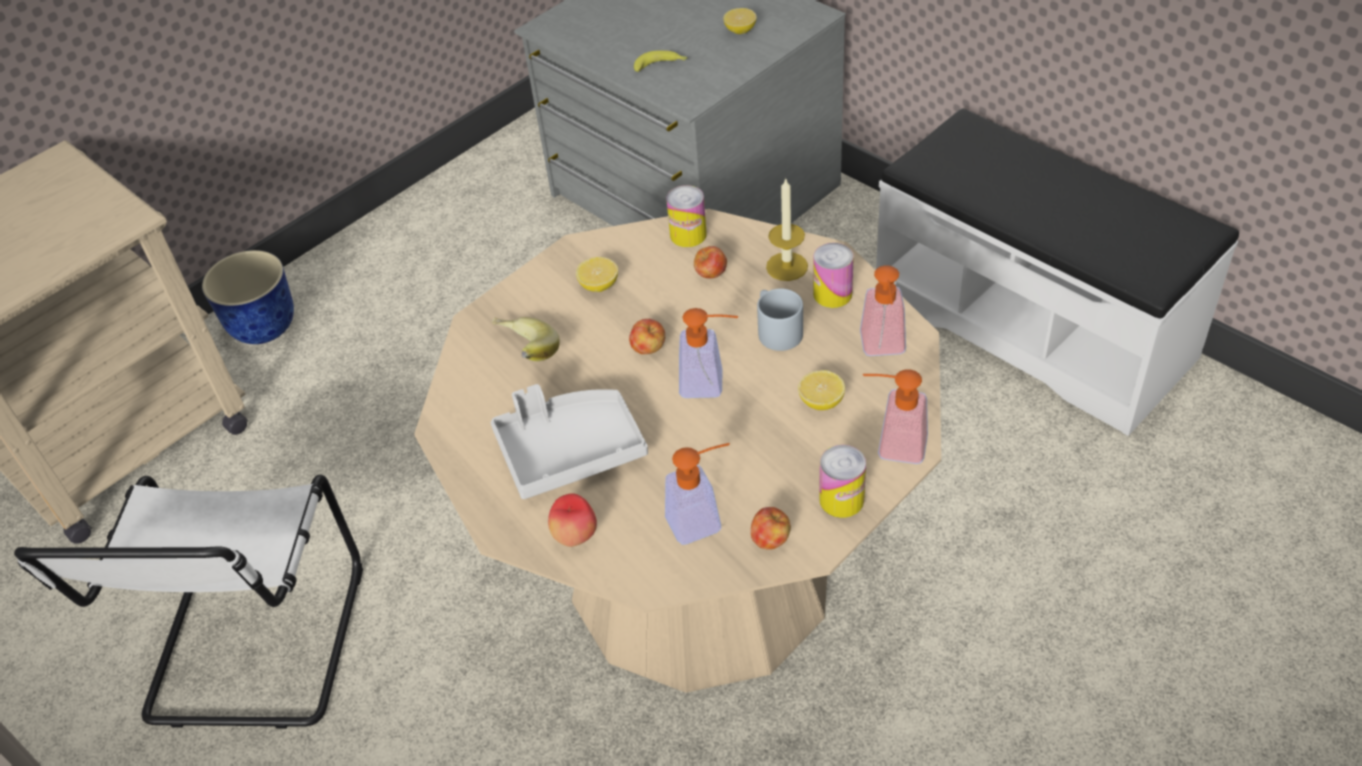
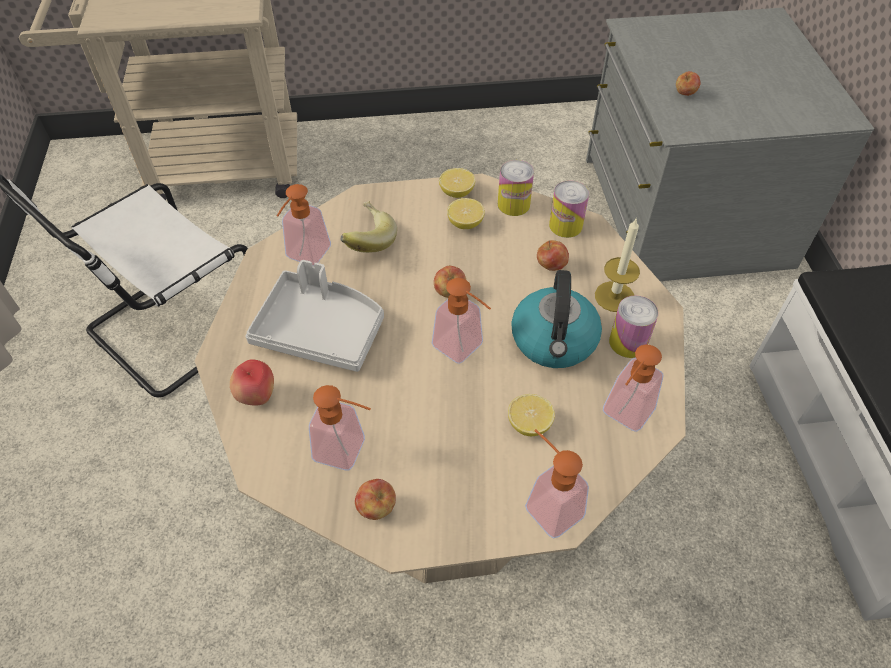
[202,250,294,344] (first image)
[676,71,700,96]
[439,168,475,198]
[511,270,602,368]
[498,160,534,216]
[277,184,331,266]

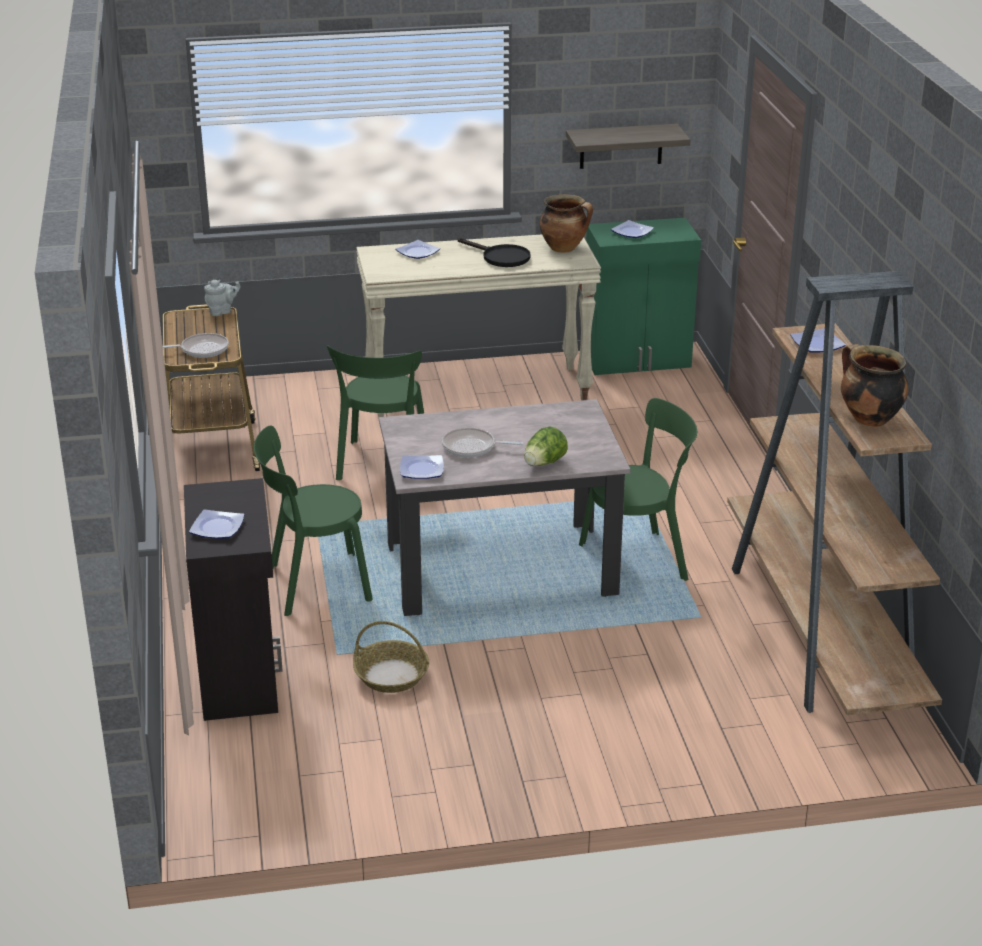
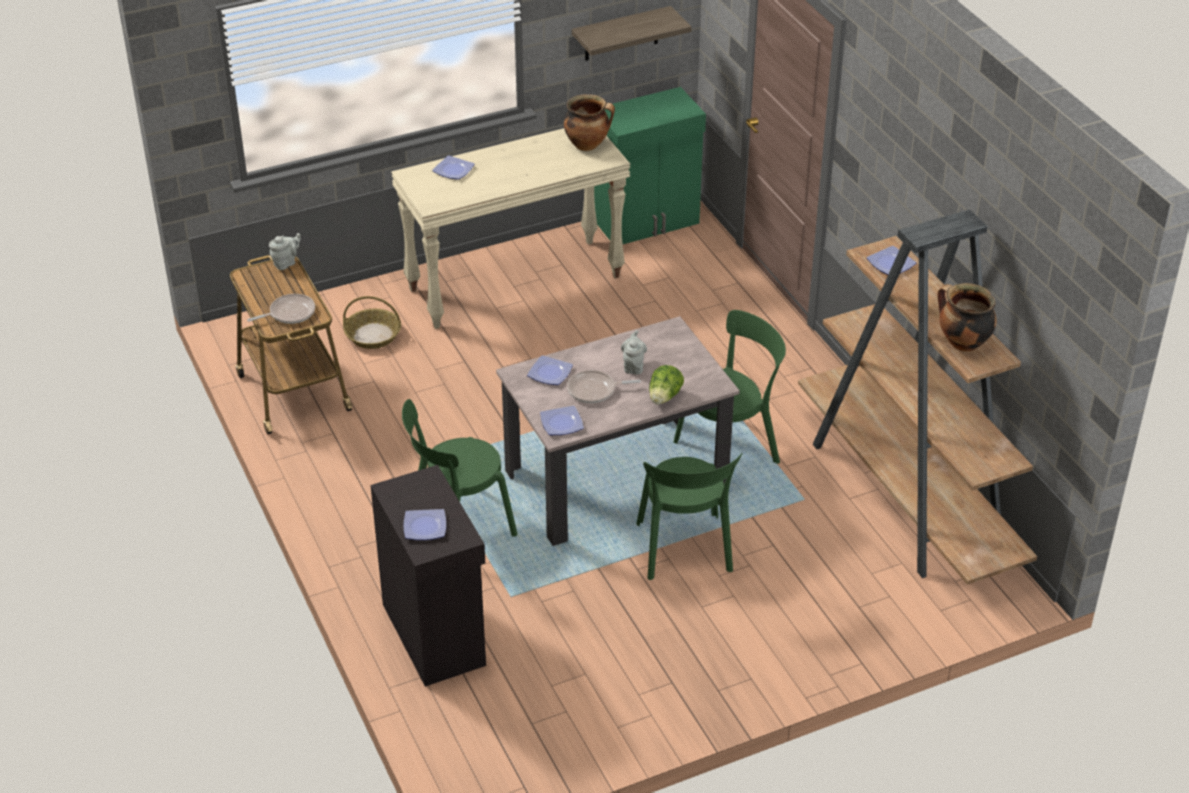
[636,453,743,580]
[343,296,401,349]
[458,238,531,267] (first image)
[527,355,573,385]
[621,330,647,374]

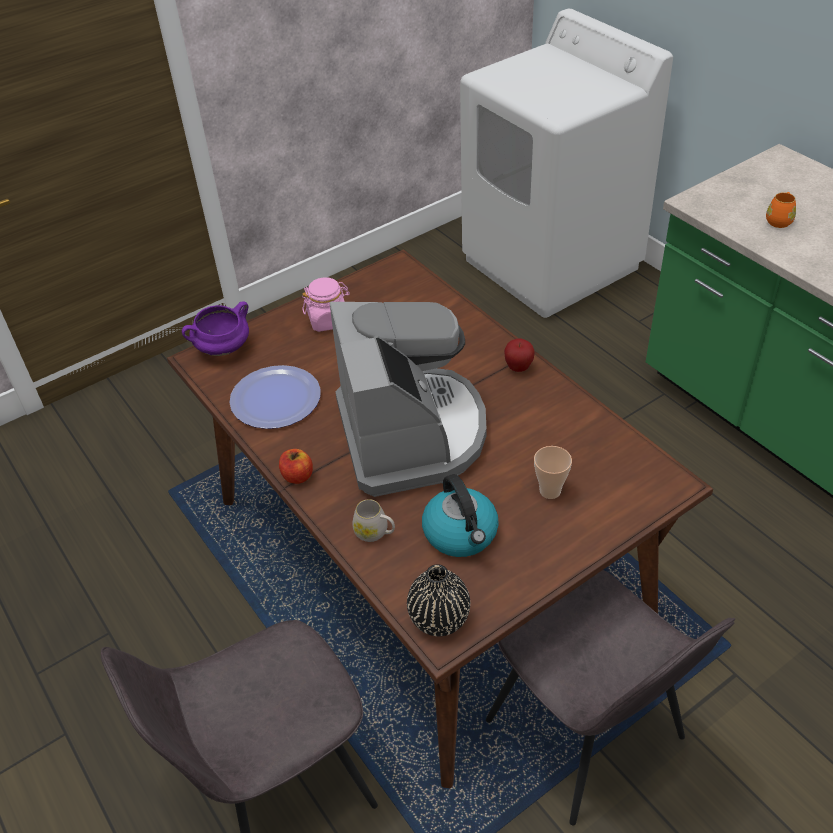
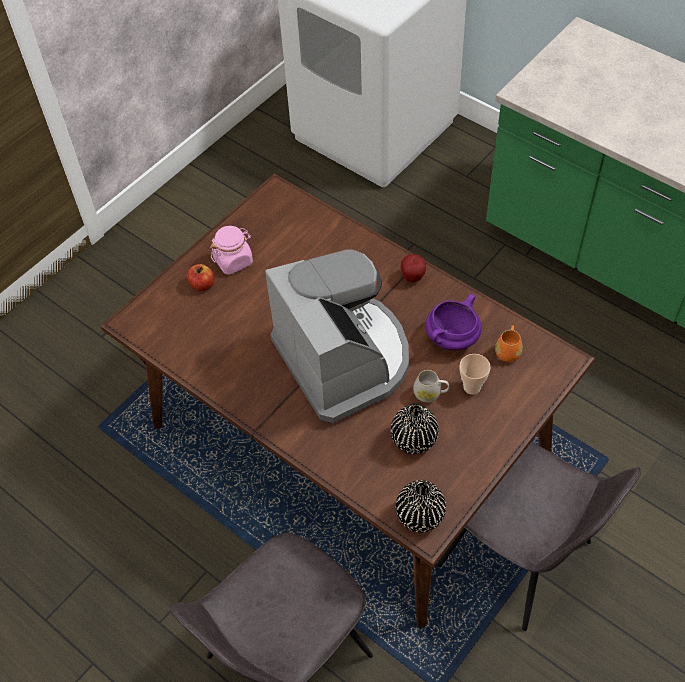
[425,294,482,350]
[229,365,321,429] (first image)
[187,264,214,291]
[413,370,449,402]
[391,403,439,454]
[495,325,523,362]

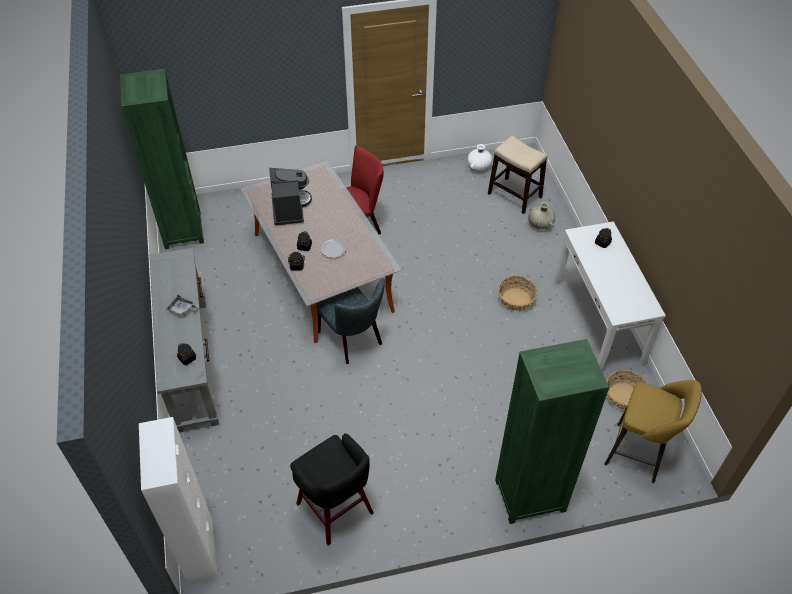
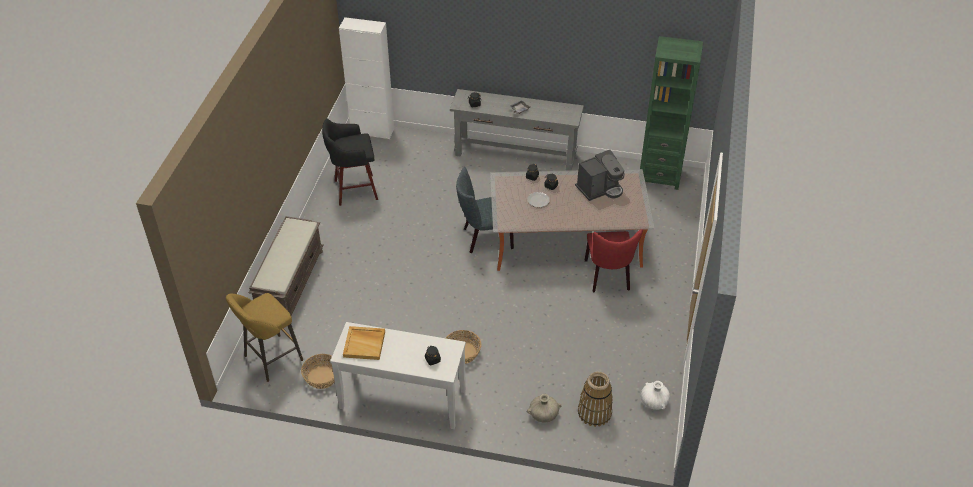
[575,150,625,201]
[578,372,613,427]
[249,216,324,316]
[343,326,385,360]

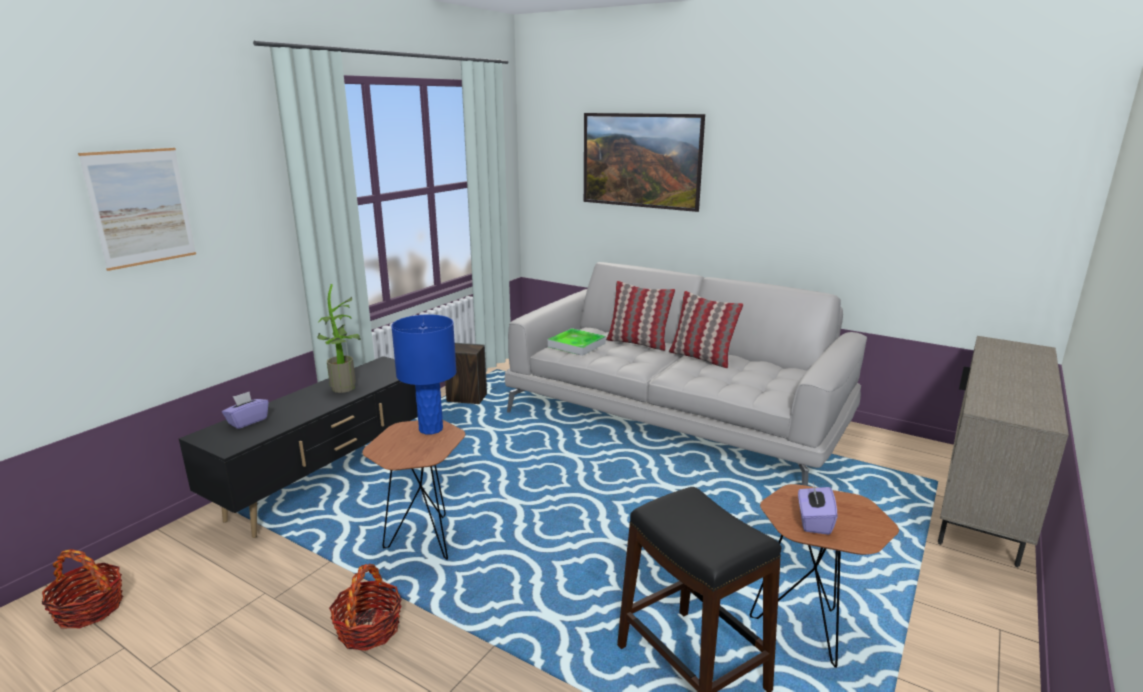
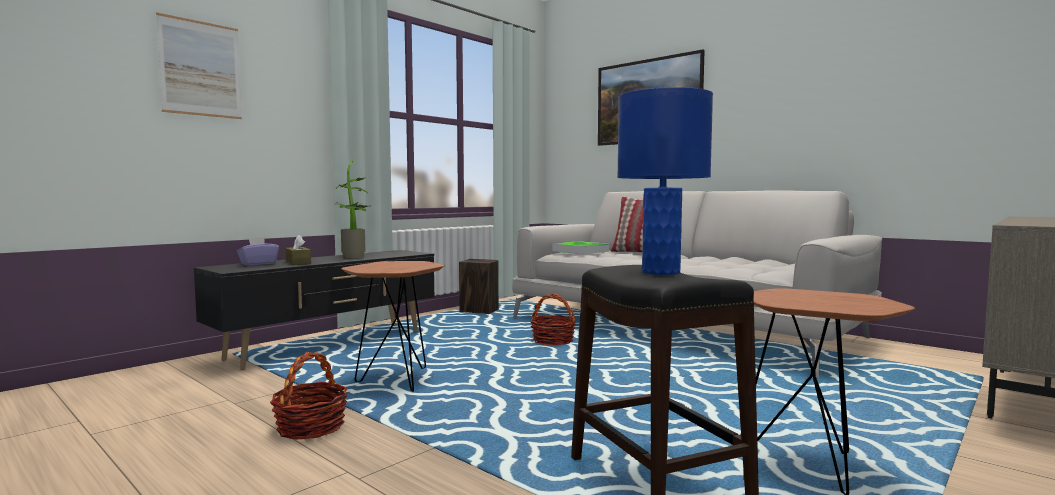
[530,293,576,345]
[617,87,713,275]
[669,291,743,368] (first image)
[798,482,837,535] (first image)
[286,235,311,265]

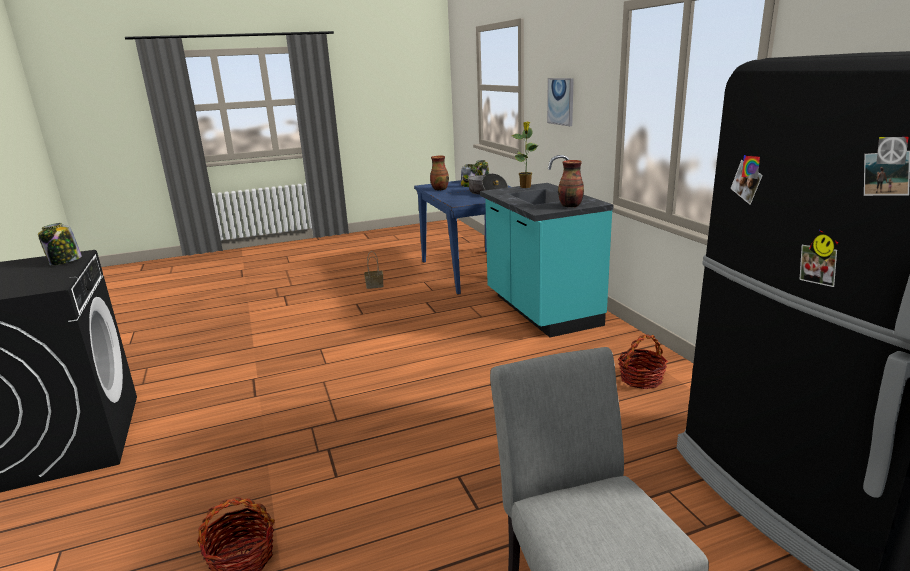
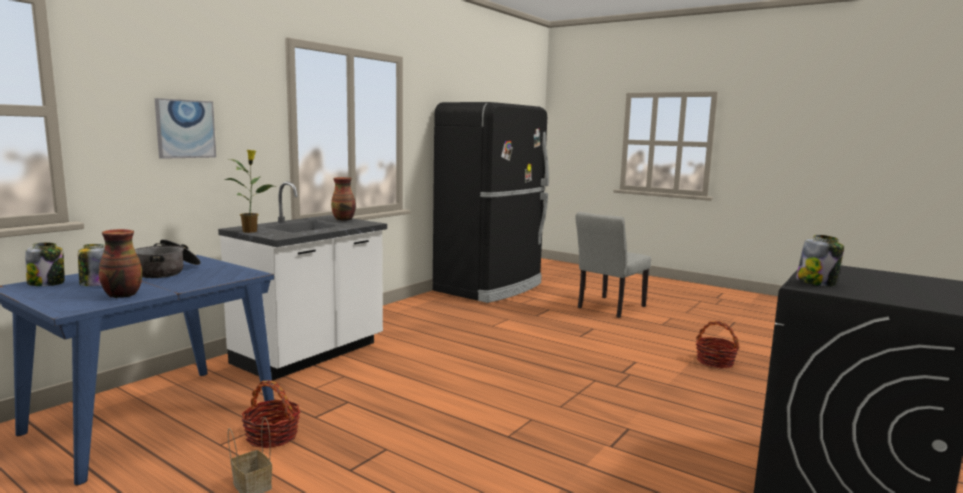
[218,182,387,381]
[241,380,300,448]

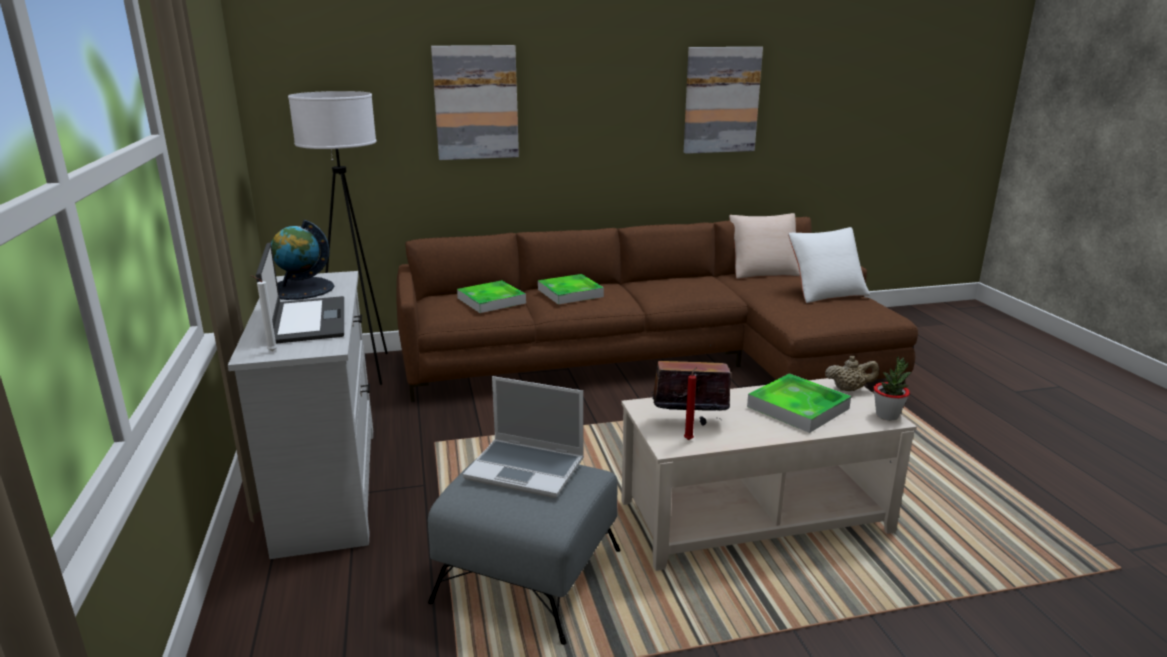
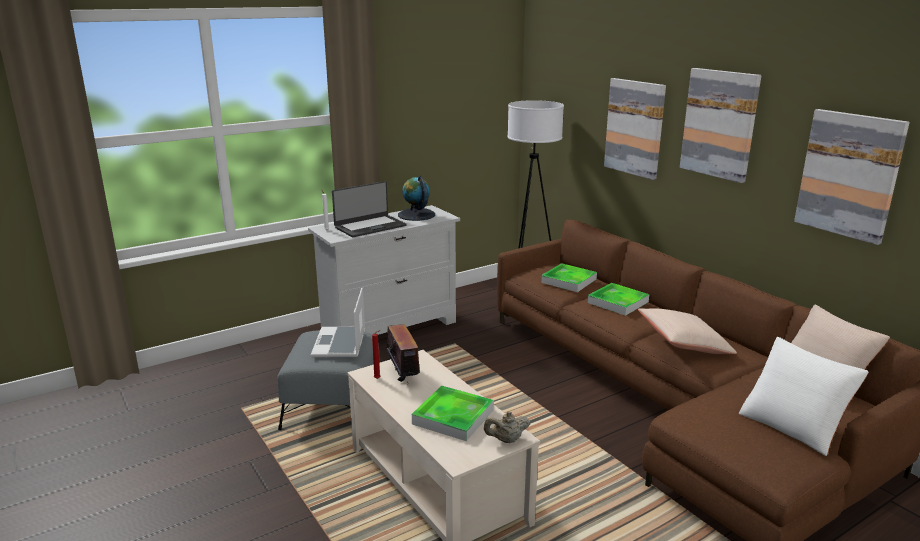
[484,411,530,443]
[873,357,912,420] (first image)
[638,308,737,354]
[680,68,761,183]

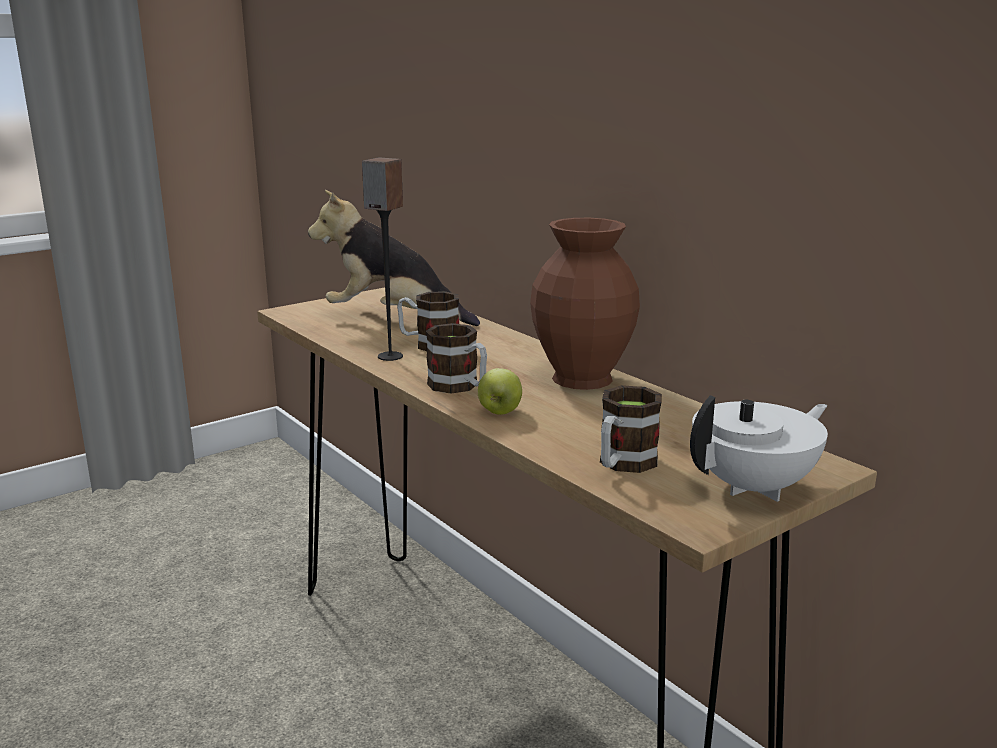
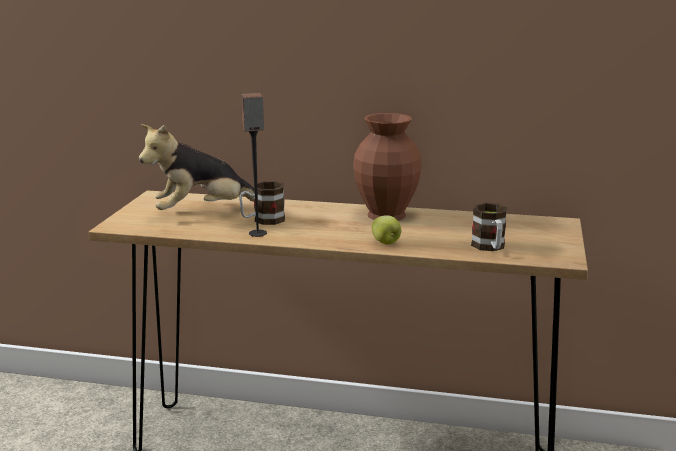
[426,323,487,394] (first image)
[690,395,828,502] (first image)

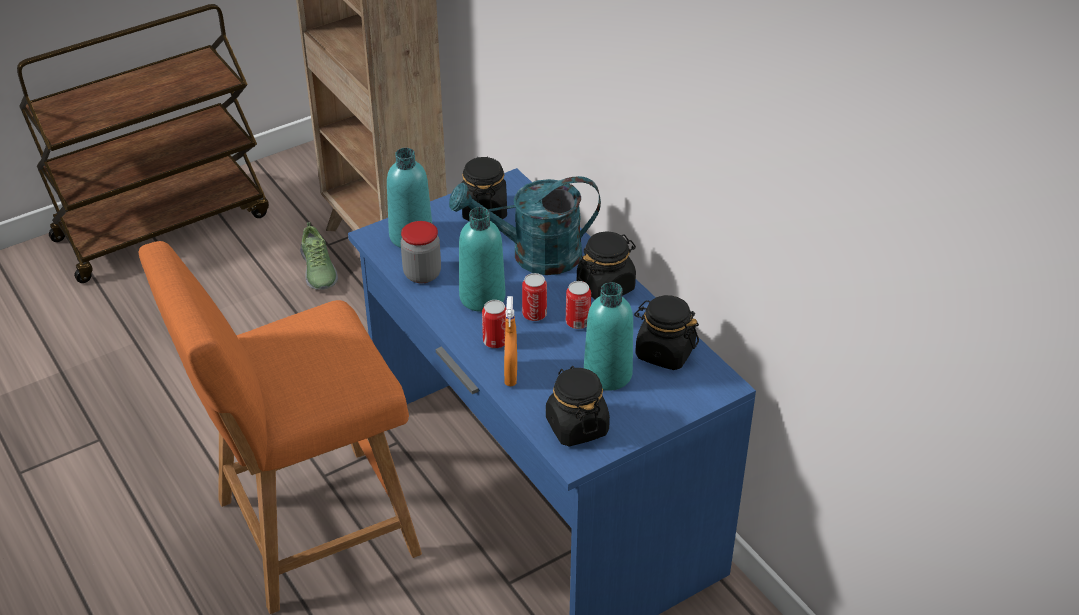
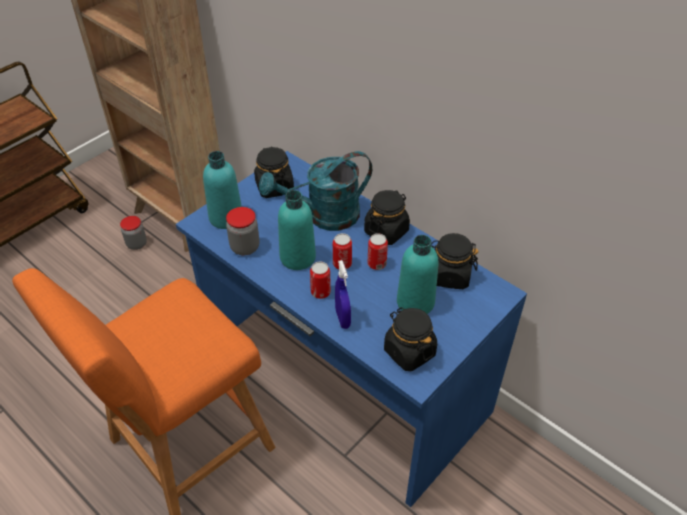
[120,216,147,250]
[335,260,351,329]

